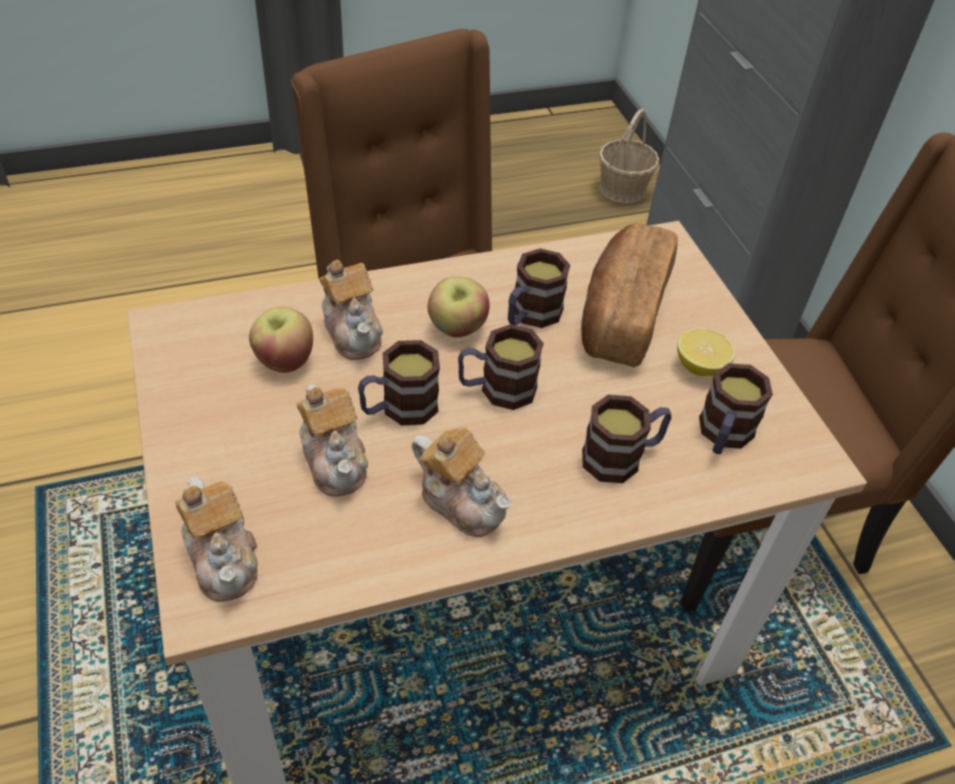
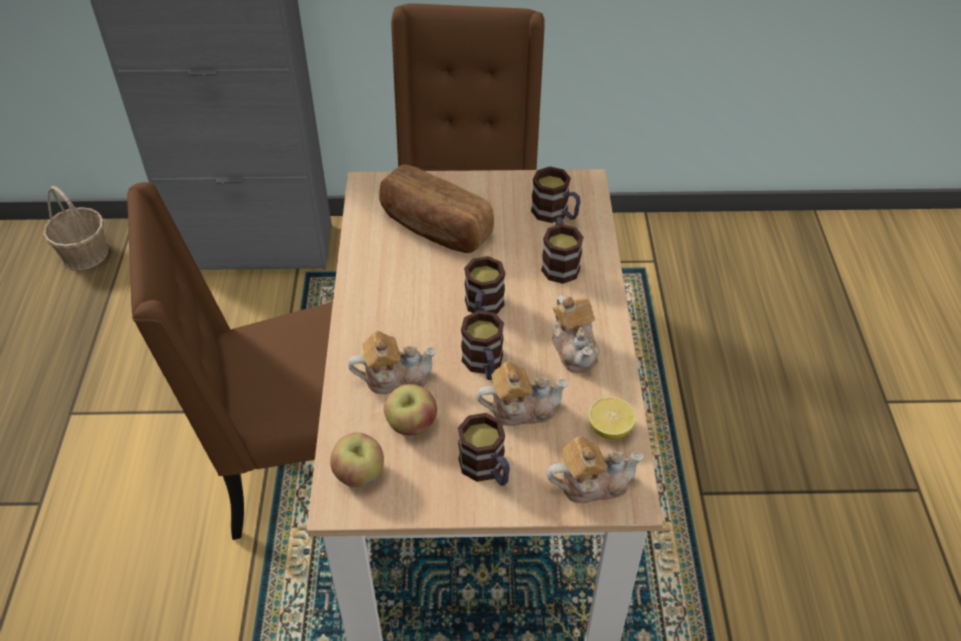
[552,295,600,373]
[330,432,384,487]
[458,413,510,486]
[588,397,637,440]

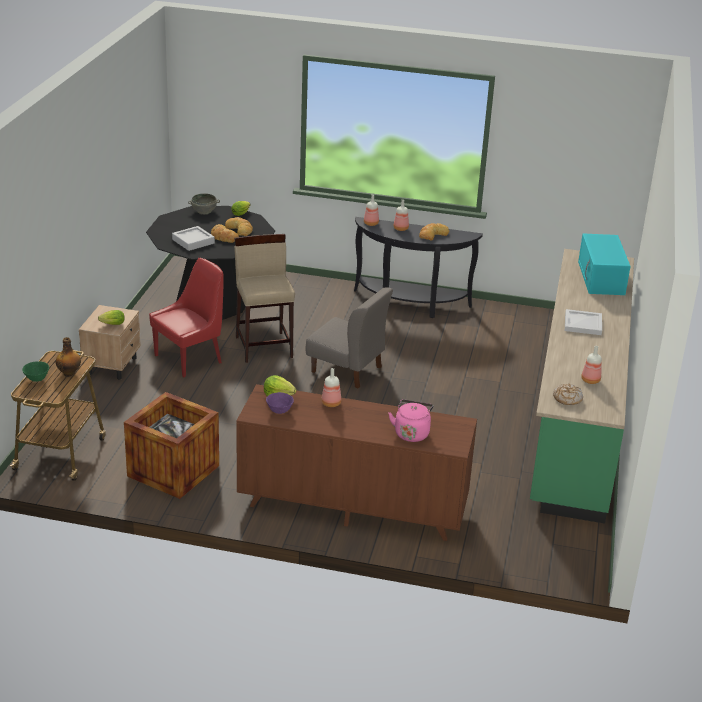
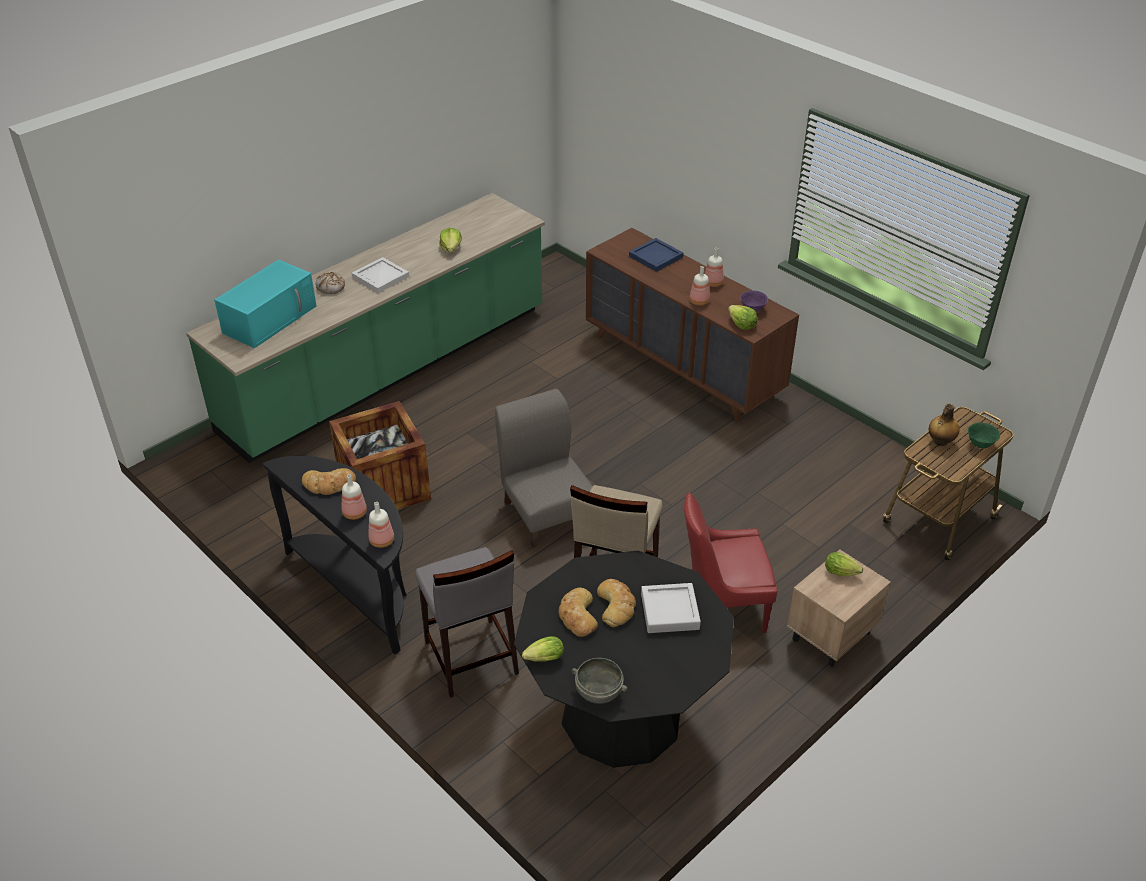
[329,401,431,510]
[629,238,683,272]
[316,272,345,294]
[705,248,724,287]
[415,547,519,698]
[439,228,462,252]

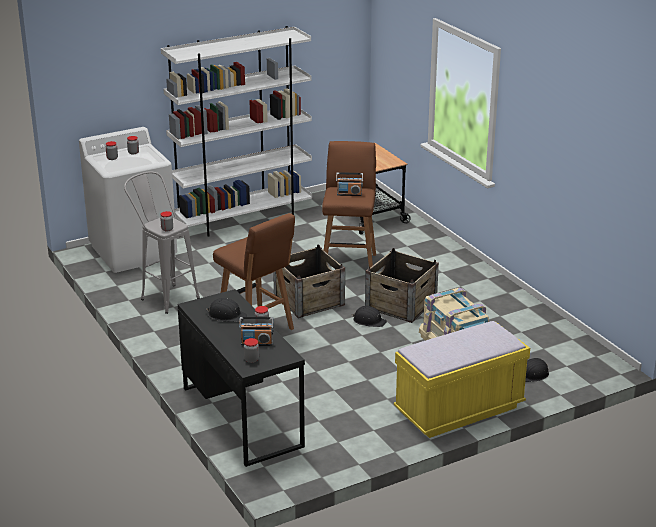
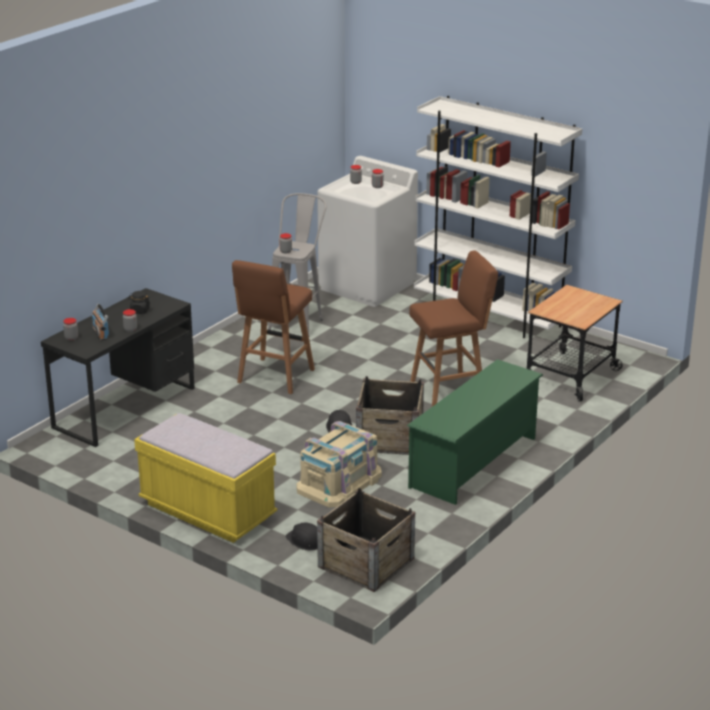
[128,291,150,314]
[317,488,415,592]
[336,172,363,196] (first image)
[407,359,543,505]

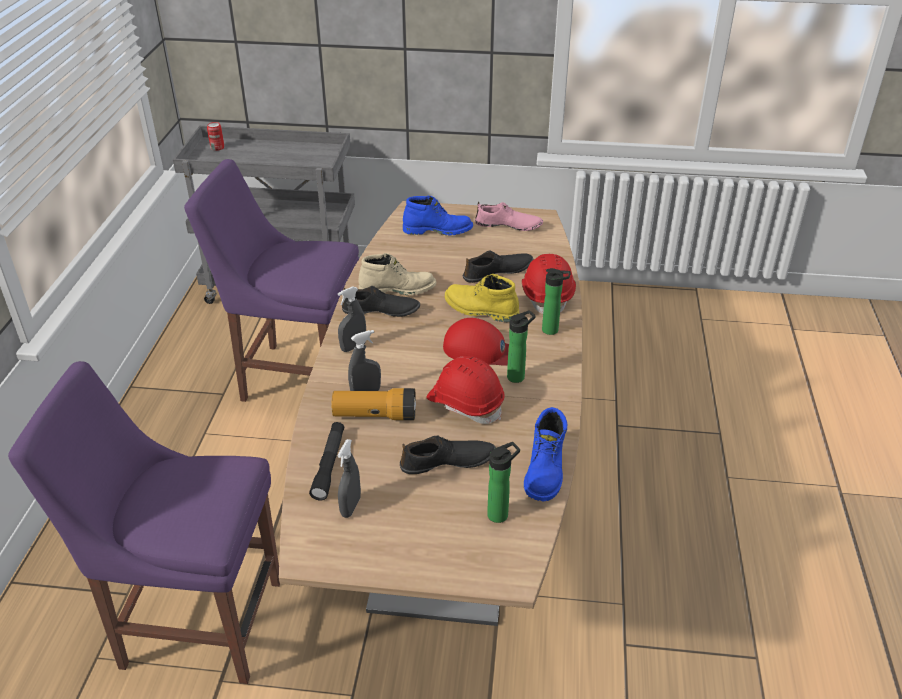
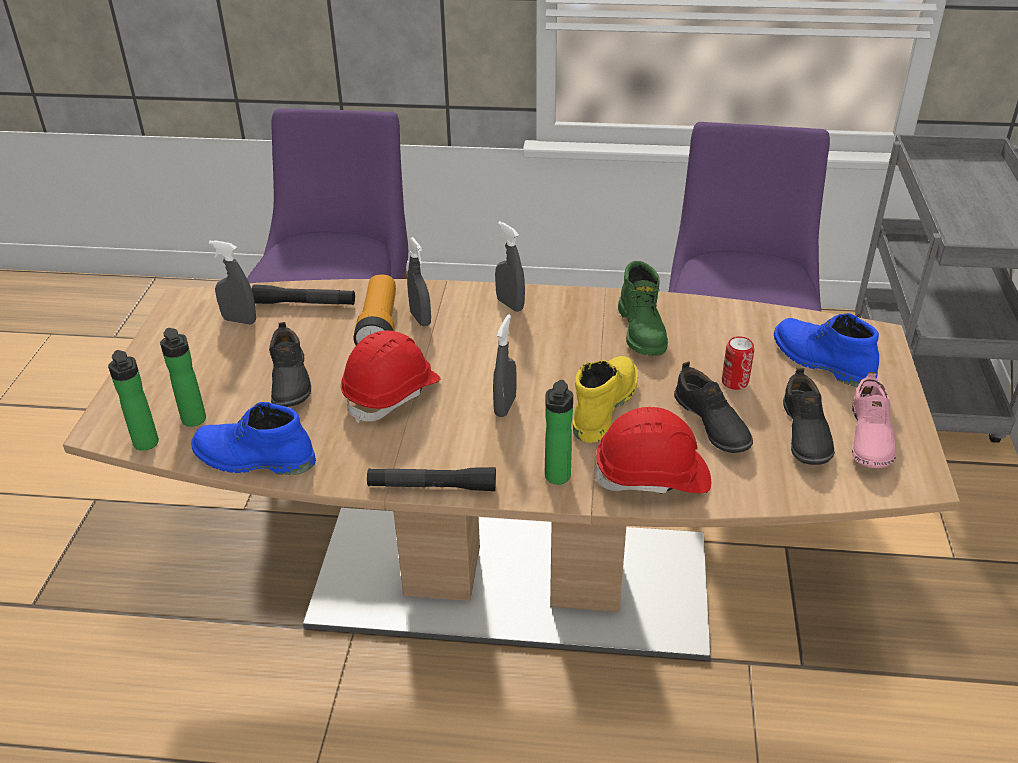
[722,336,754,390]
[783,368,835,465]
[618,261,668,356]
[774,313,879,387]
[493,314,517,417]
[108,350,159,451]
[367,467,496,491]

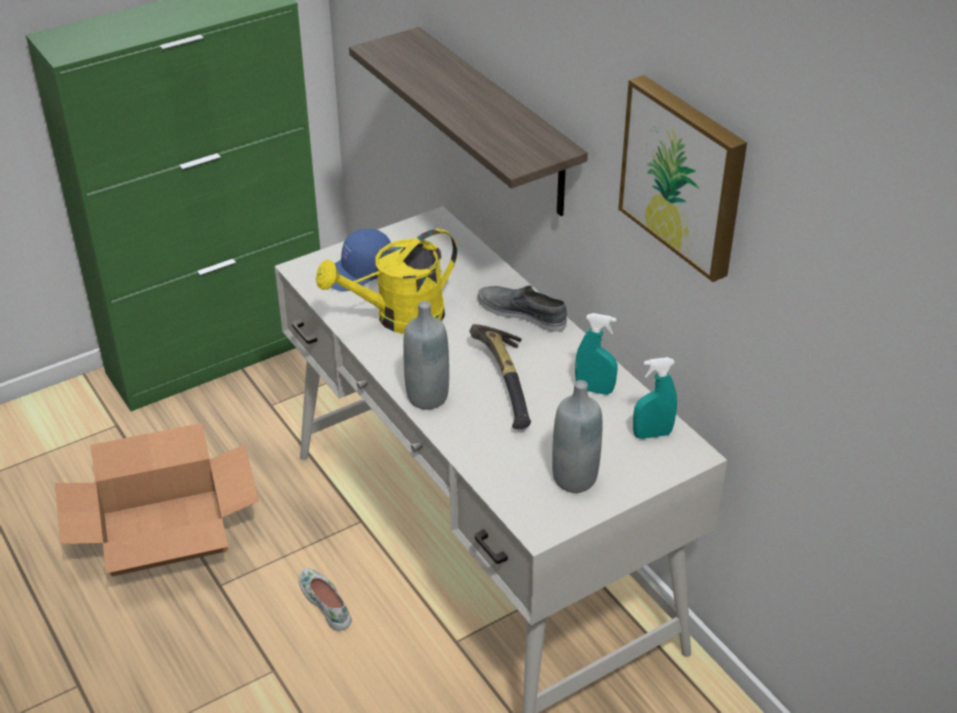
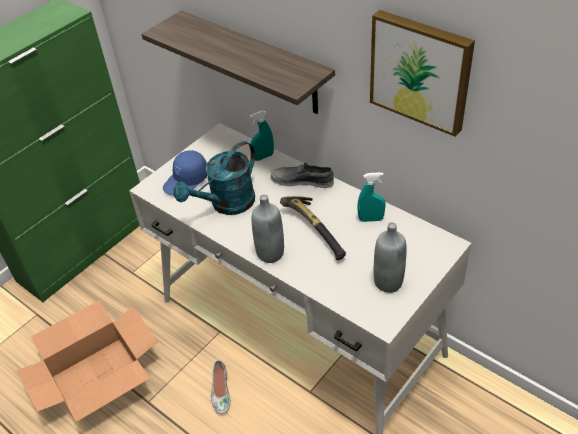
[211,360,231,414]
[173,141,255,215]
[250,111,274,161]

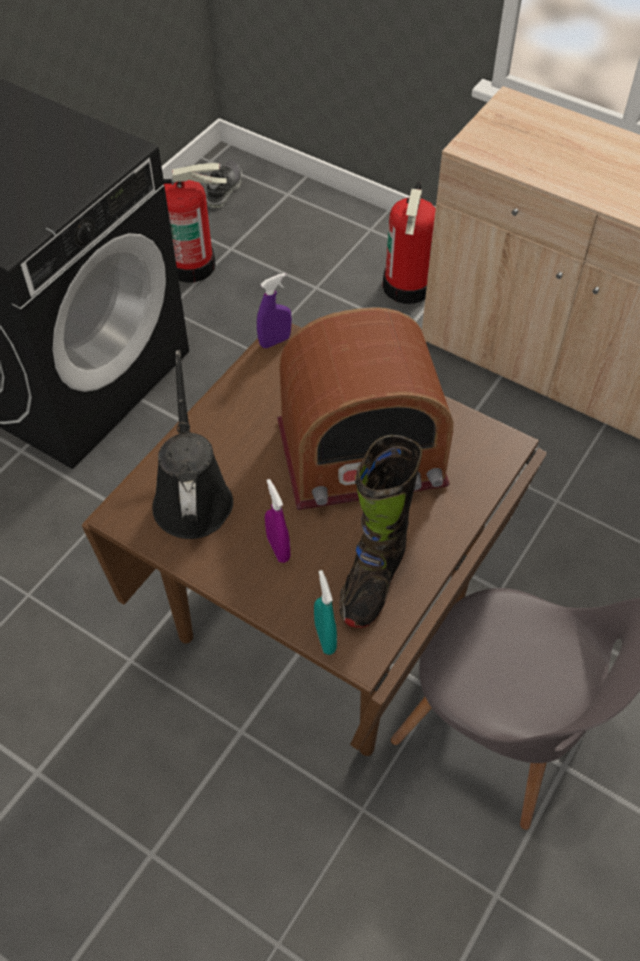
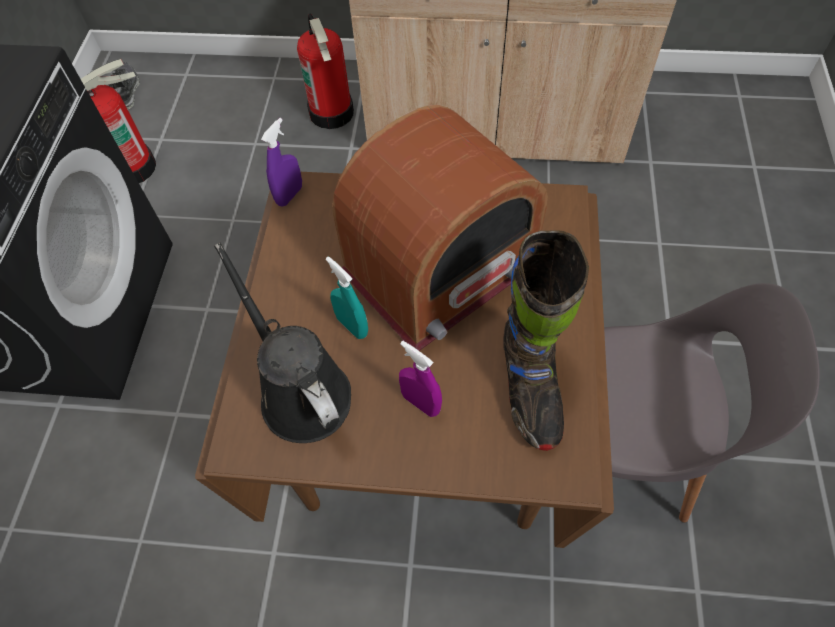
[326,257,368,339]

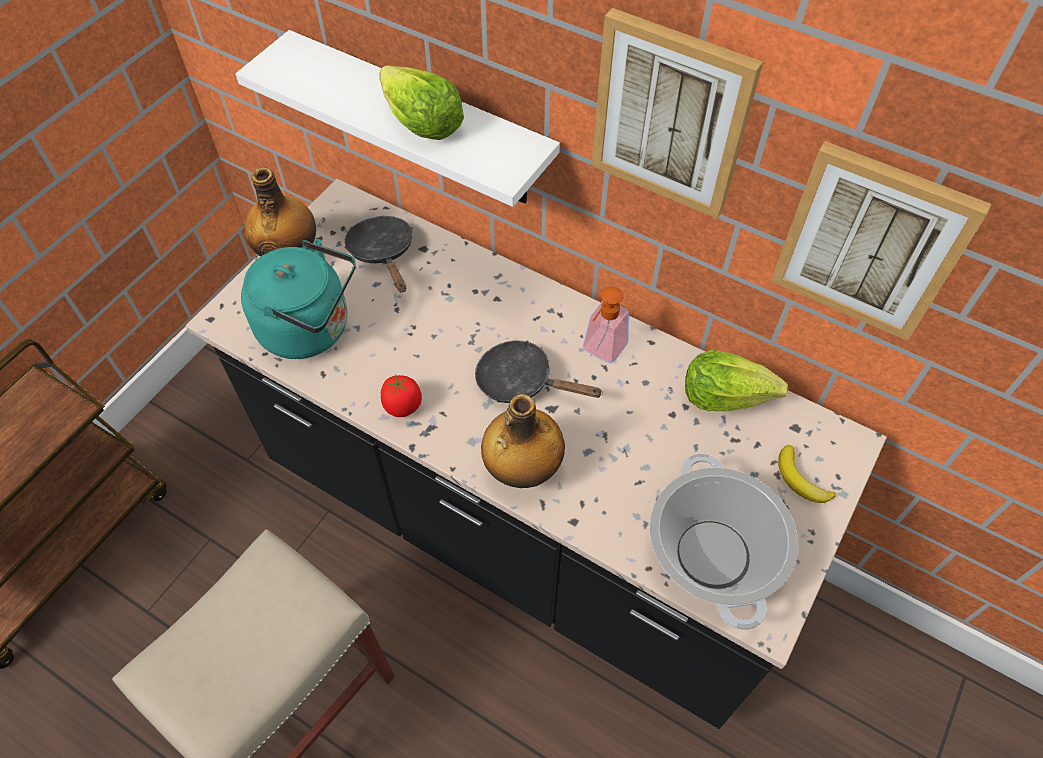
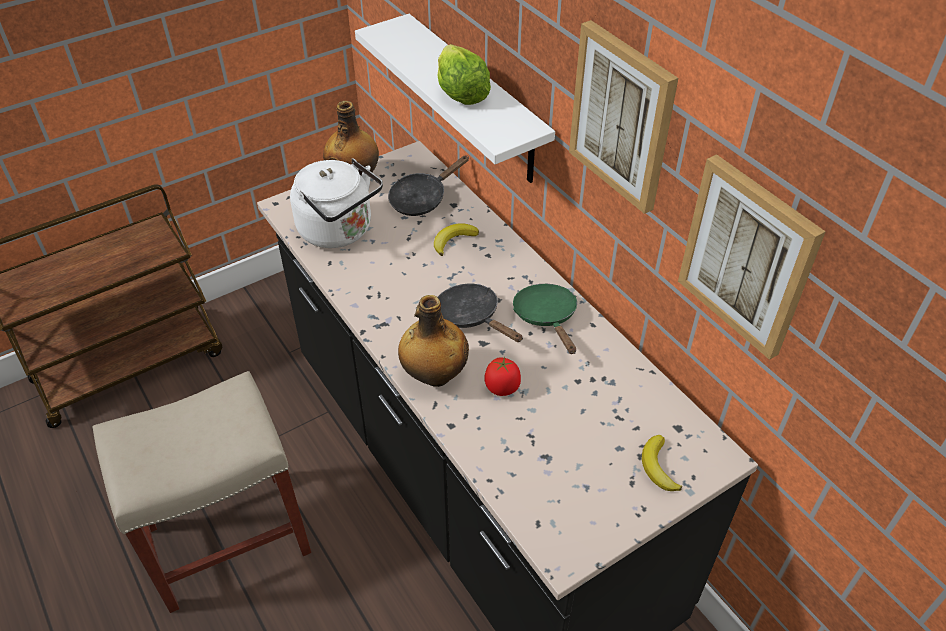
[290,158,383,248]
[388,156,469,216]
[485,356,521,396]
[513,284,577,354]
[649,454,798,630] (first image)
[685,350,788,411] (first image)
[434,224,479,256]

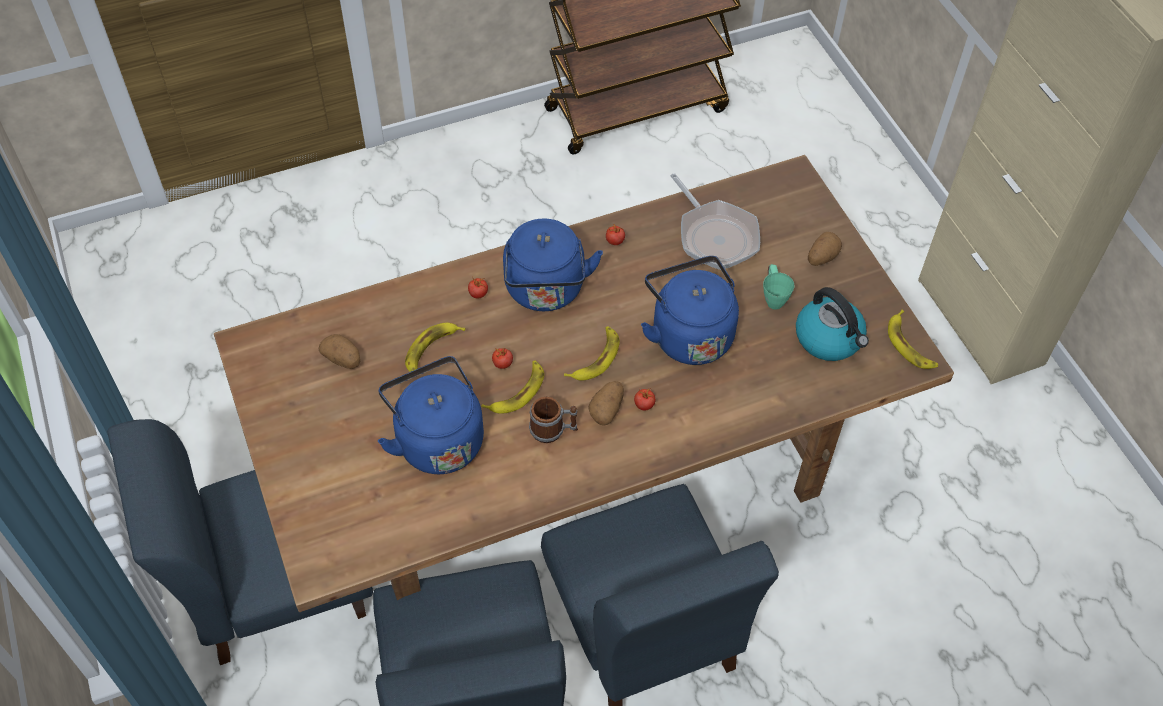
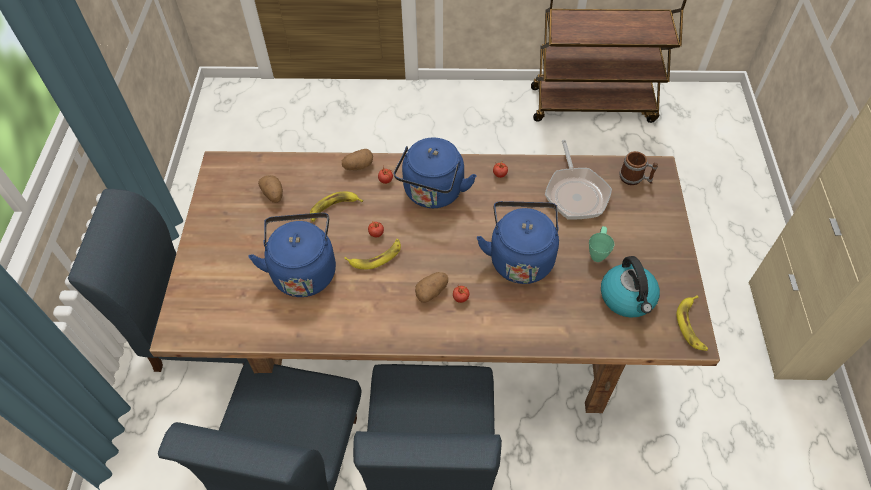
[619,151,658,185]
[564,326,620,381] (first image)
[342,149,373,170]

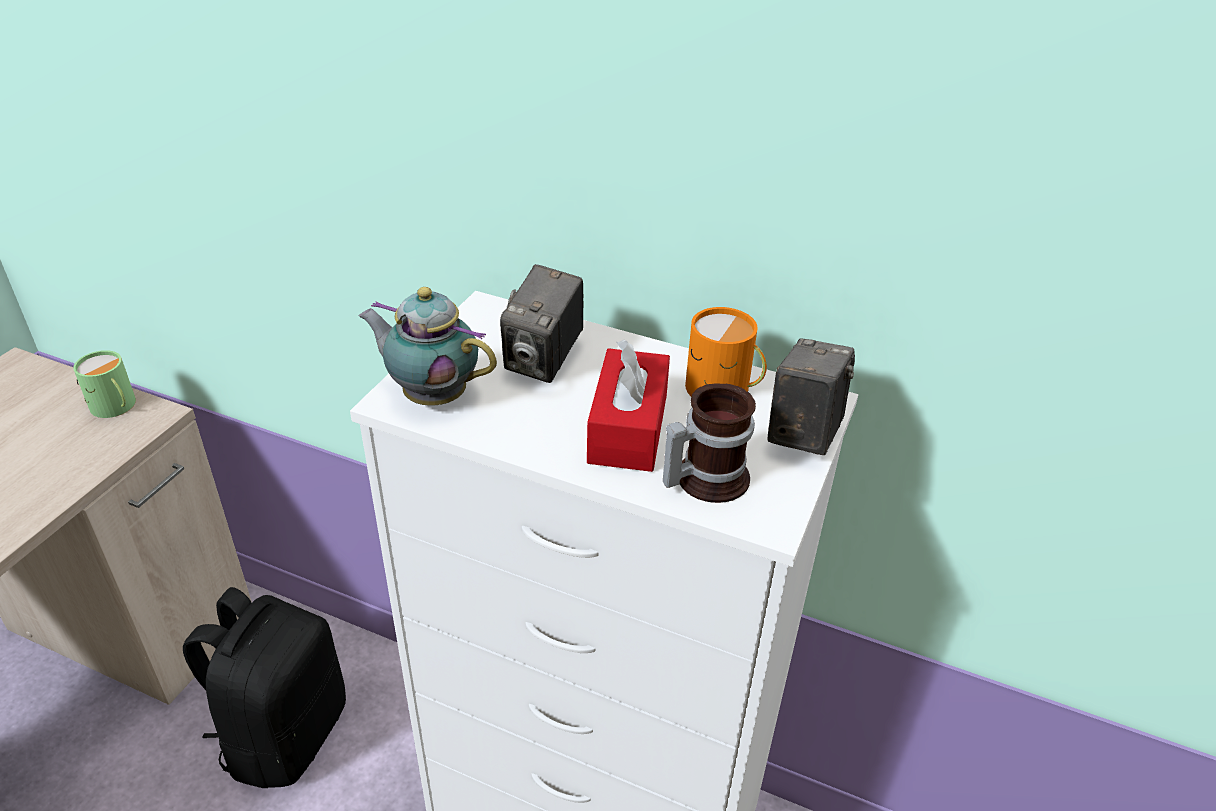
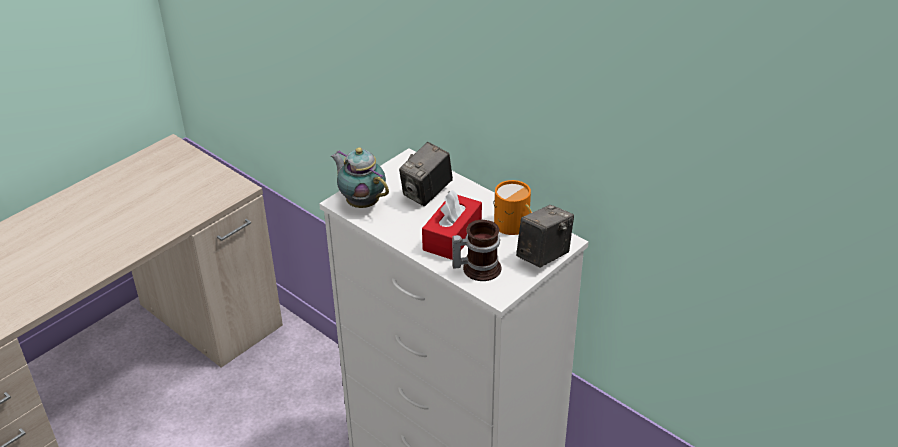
[73,350,136,418] (first image)
[183,587,346,788] (first image)

